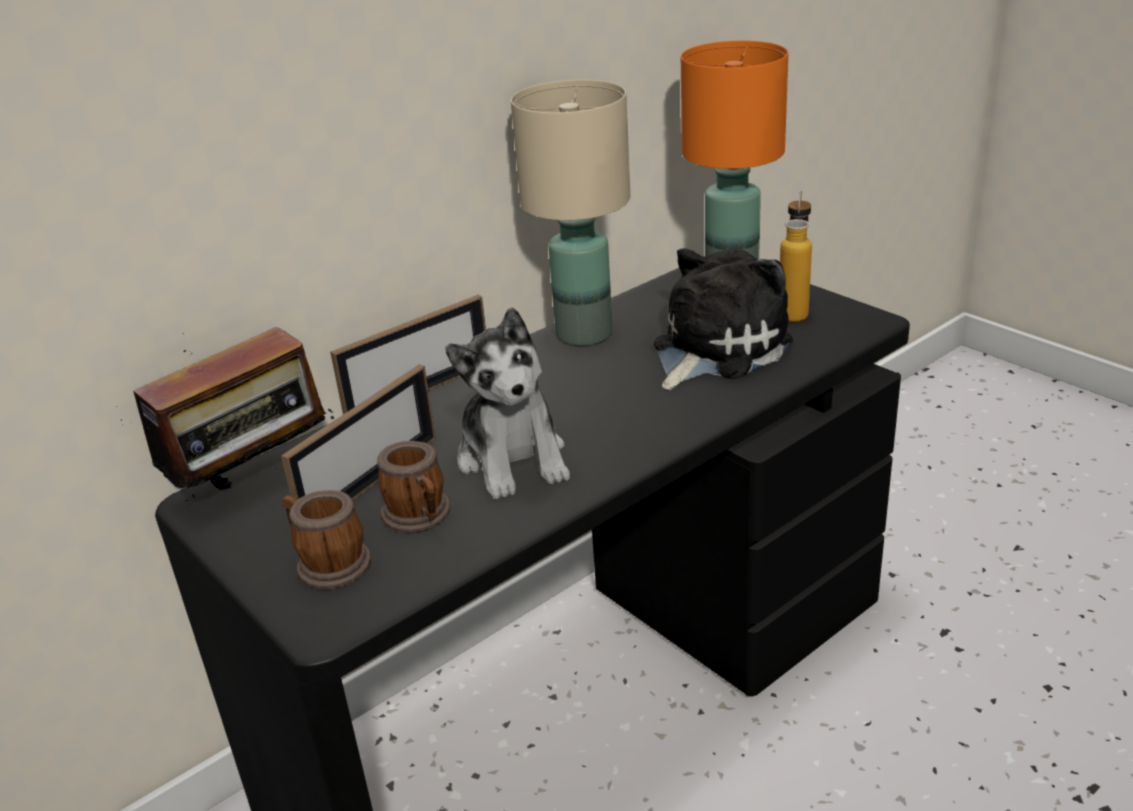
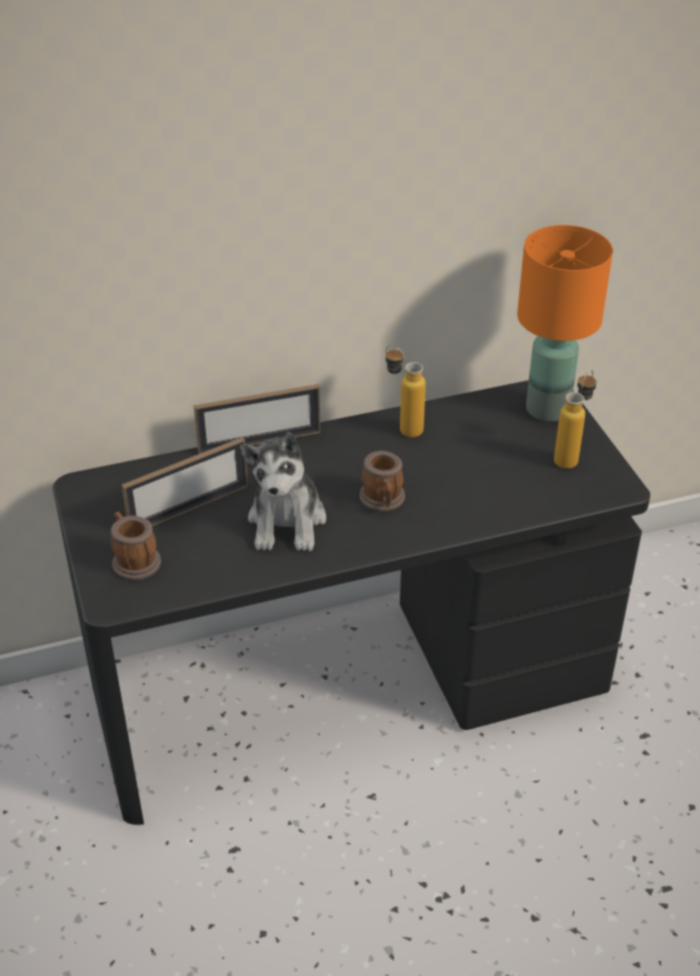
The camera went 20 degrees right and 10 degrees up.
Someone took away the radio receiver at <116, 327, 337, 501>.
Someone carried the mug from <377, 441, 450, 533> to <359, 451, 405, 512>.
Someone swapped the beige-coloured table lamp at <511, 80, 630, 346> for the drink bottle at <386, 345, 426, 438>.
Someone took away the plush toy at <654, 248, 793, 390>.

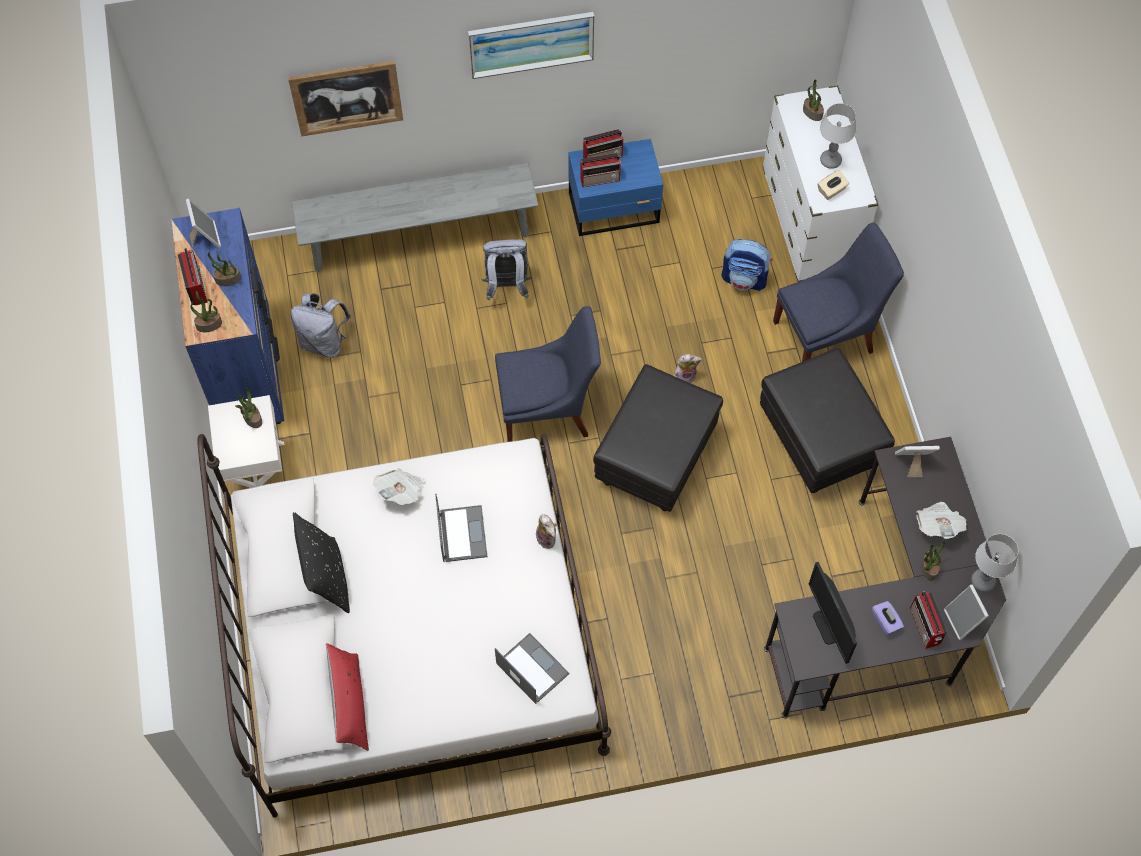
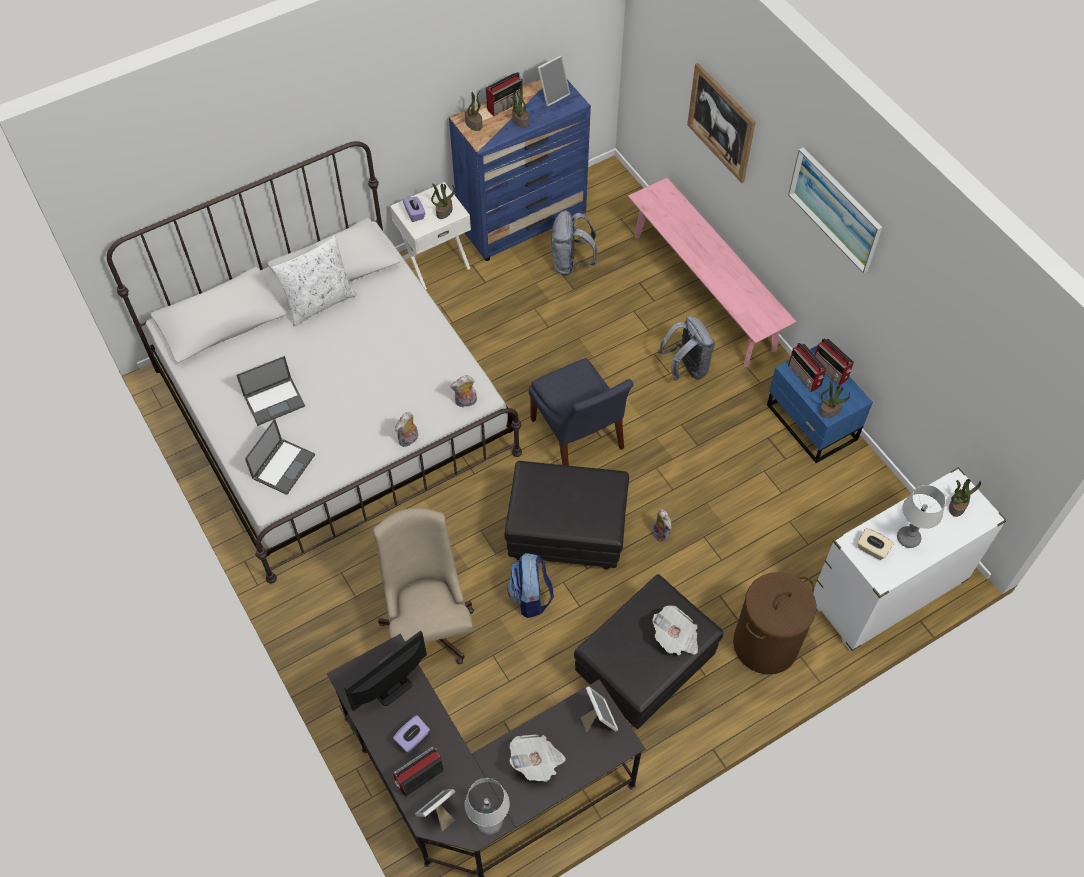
The camera went 70 degrees right and 5 degrees down.
Someone repainted the grey indoor bench at <292, 163, 538, 272>, which became the pink indoor bench at <628, 178, 796, 367>.
Someone repainted the black cushion at <293, 512, 350, 613>, which became the white-coloured cushion at <272, 236, 357, 326>.
Someone took away the red-coloured cushion at <326, 643, 369, 751>.
Someone carried the printed paper from <373, 468, 426, 505> to <652, 605, 698, 655>.
Someone carried the portable computer from <435, 494, 487, 562> to <236, 356, 305, 426>.
Someone carried the backpack from <721, 239, 772, 291> to <507, 553, 554, 618>.
Someone swapped the blue plain chair at <773, 223, 904, 362> for the brown hamper at <733, 572, 817, 674>.
Someone carried the houseplant from <921, 540, 945, 581> to <819, 380, 850, 418>.
Someone put down the beige-coloured office chair at <373, 508, 474, 664>.
Someone put down the purple tissue holder at <403, 196, 426, 222>.
Someone put down the plush toy at <450, 375, 477, 407>.

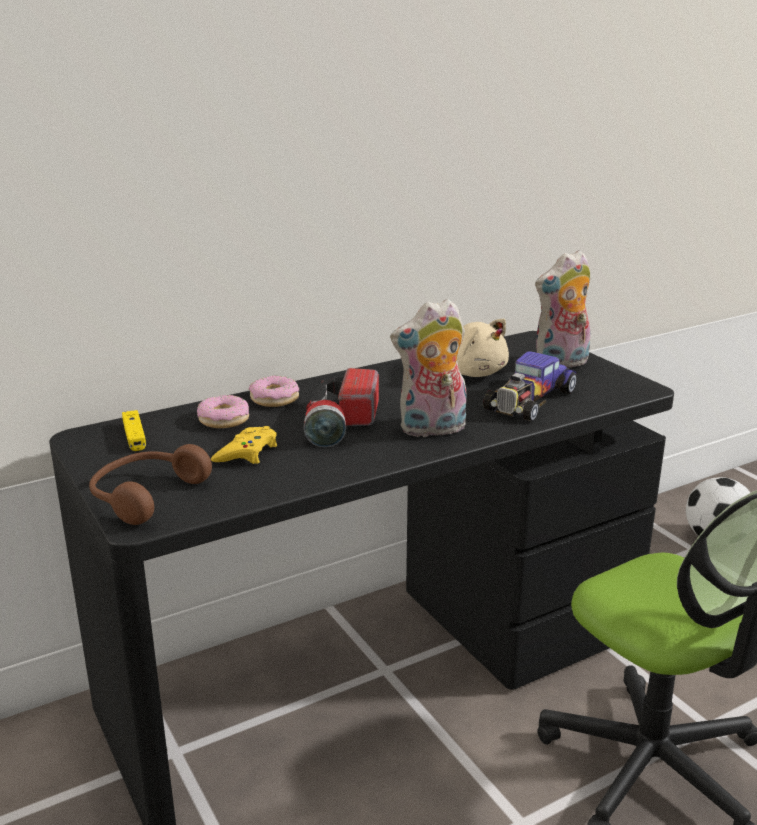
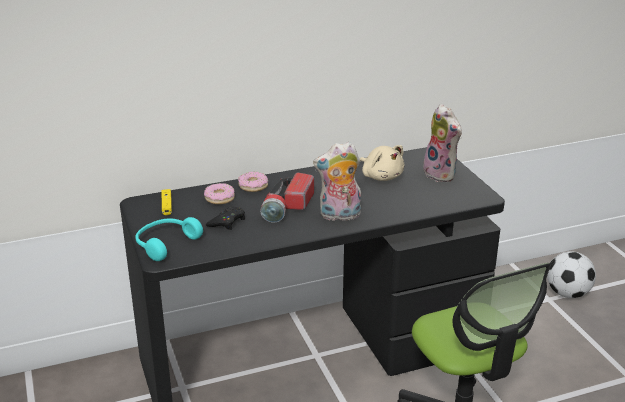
The camera went 10 degrees right and 5 degrees up.
Someone repainted the brown pair of headphones at <89, 444, 212, 525>, which became the blue-green pair of headphones at <135, 217, 203, 261>.
Someone repainted the yellow gamepad at <211, 426, 277, 464>, which became the black gamepad at <206, 207, 245, 230>.
Someone took away the miniature car at <483, 351, 577, 422>.
Someone rotated the plush toy at <535, 250, 590, 368> by 105 degrees counterclockwise.

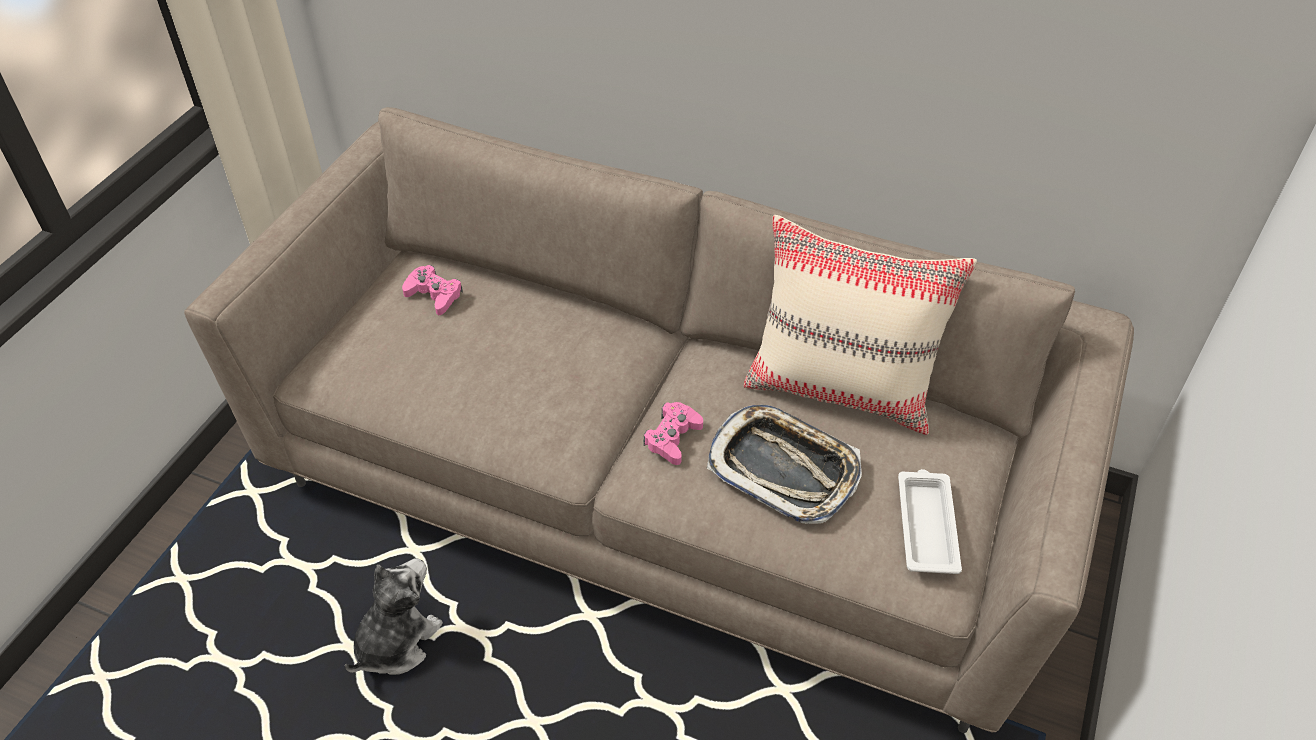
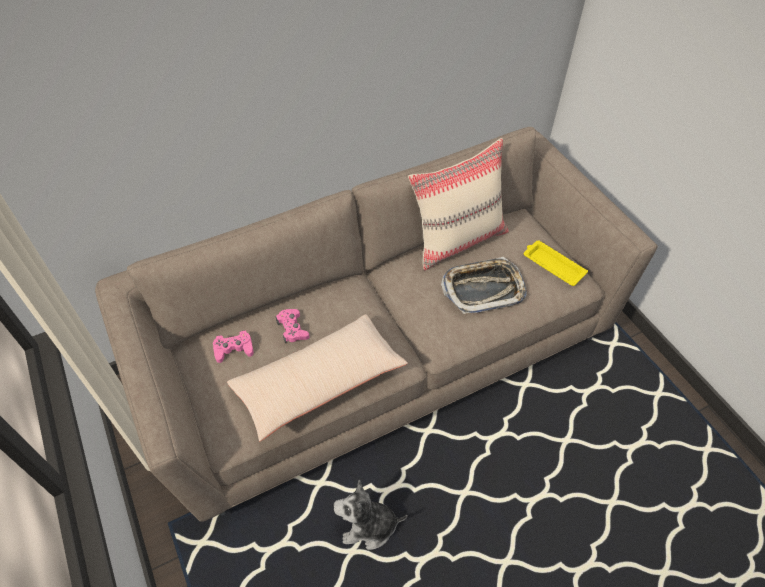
The camera went 50 degrees left and 5 degrees up.
Someone rotated the plush toy at <345, 559, 443, 675> by 75 degrees counterclockwise.
Someone carried the pink gamepad from <643, 402, 703, 465> to <276, 309, 310, 343>.
Someone repainted the white-coloured carrying tray at <898, 469, 962, 574>, which became the yellow carrying tray at <524, 240, 588, 286>.
Someone put down the beige-coloured cushion at <227, 314, 408, 441>.

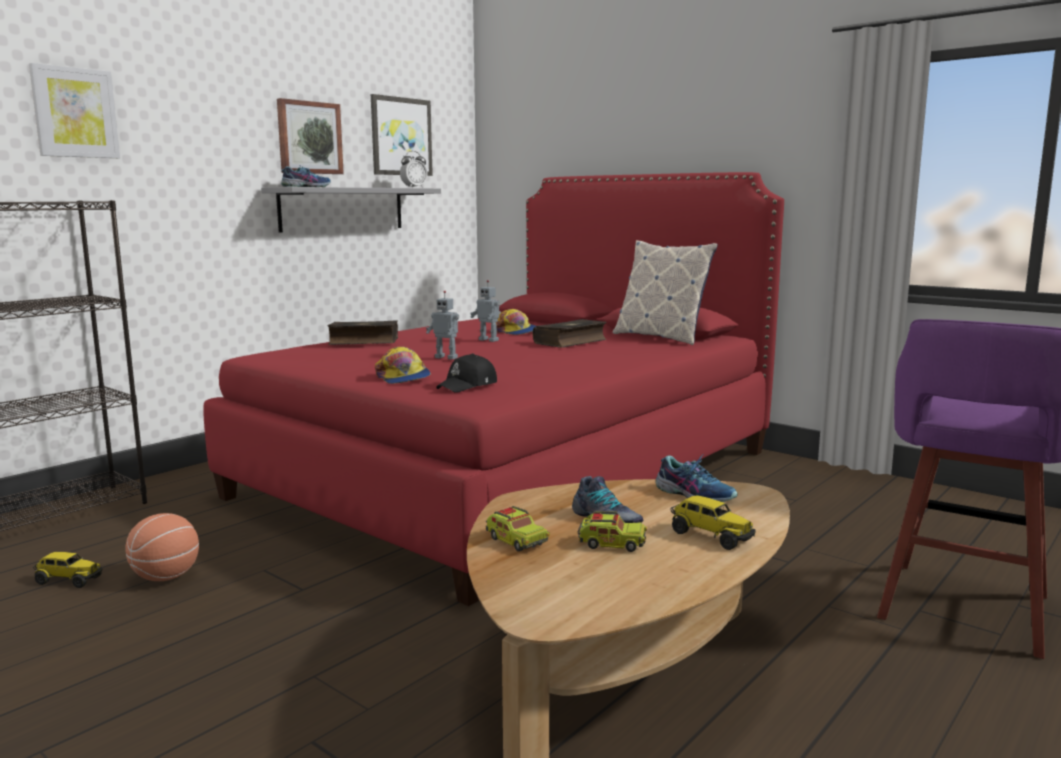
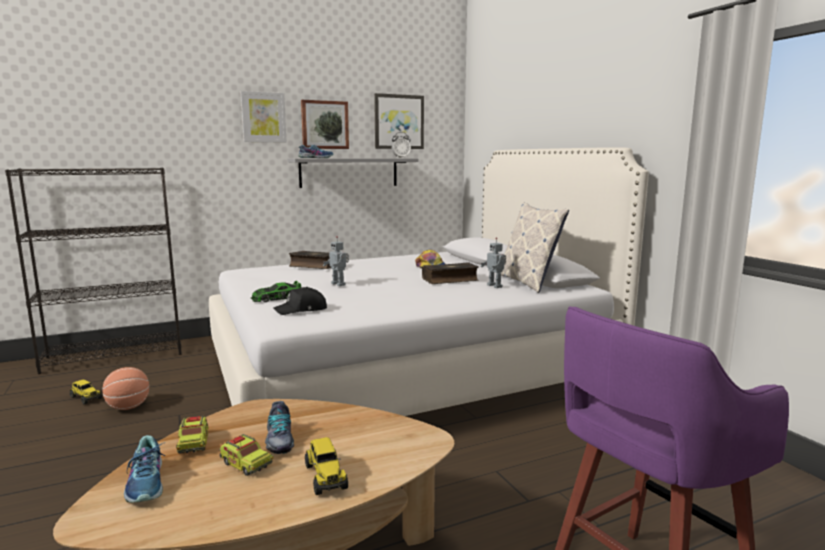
The camera went 25 degrees right and 0 degrees up.
Someone carried the wall art from <29, 63, 120, 158> to <241, 91, 287, 143>.
Someone repainted the red-coloured bed at <203, 172, 784, 606>, which became the white-coloured bed at <209, 147, 649, 416>.
Someone swapped the cap at <375, 347, 431, 384> for the miniature car at <250, 281, 302, 302>.
Someone carried the toy robot from <470, 280, 500, 342> to <480, 238, 506, 288>.
Someone carried the item of footwear from <655, 454, 738, 502> to <124, 435, 165, 503>.

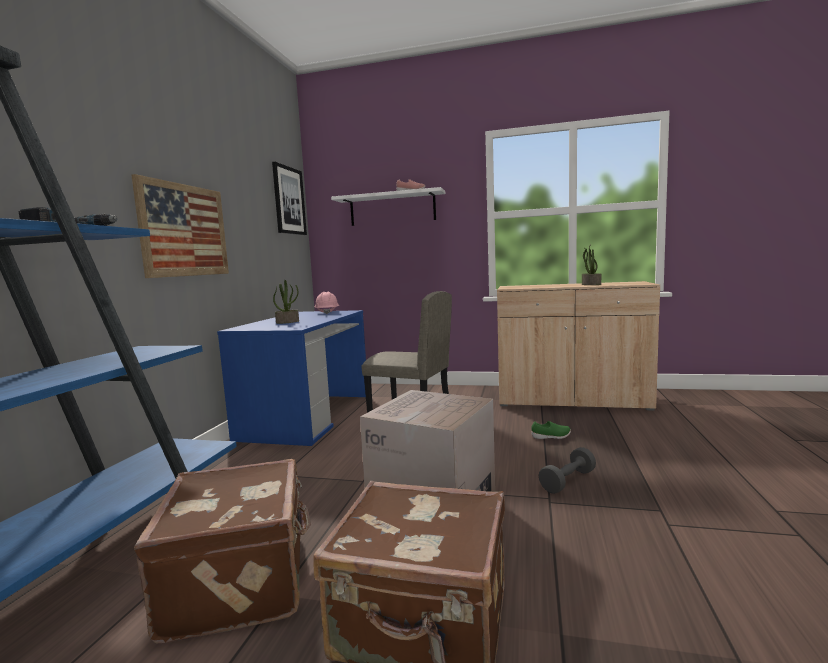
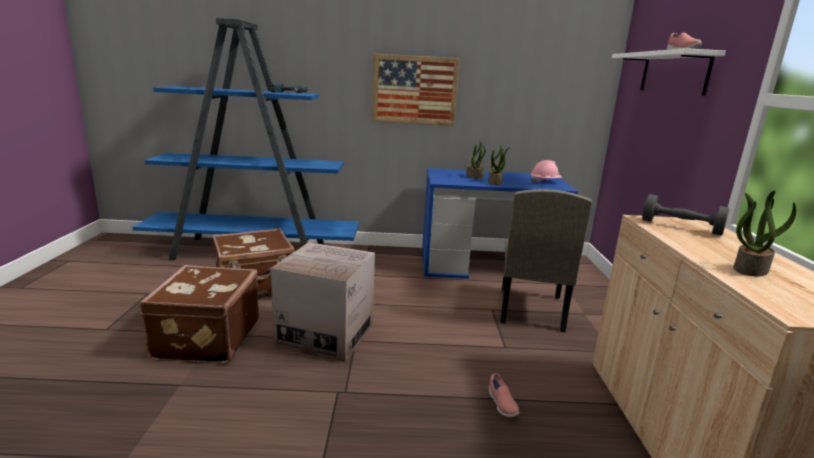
The camera went 75 degrees right and 10 degrees up.
Someone took away the wall art at <272, 162, 307, 235>.
Someone repainted the green item of footwear at <531, 421, 571, 439>, which became the pink item of footwear at <489, 373, 520, 417>.
Someone carried the grey free weight from <539, 447, 596, 494> to <642, 194, 729, 235>.
Someone put down the houseplant at <488, 144, 509, 185>.

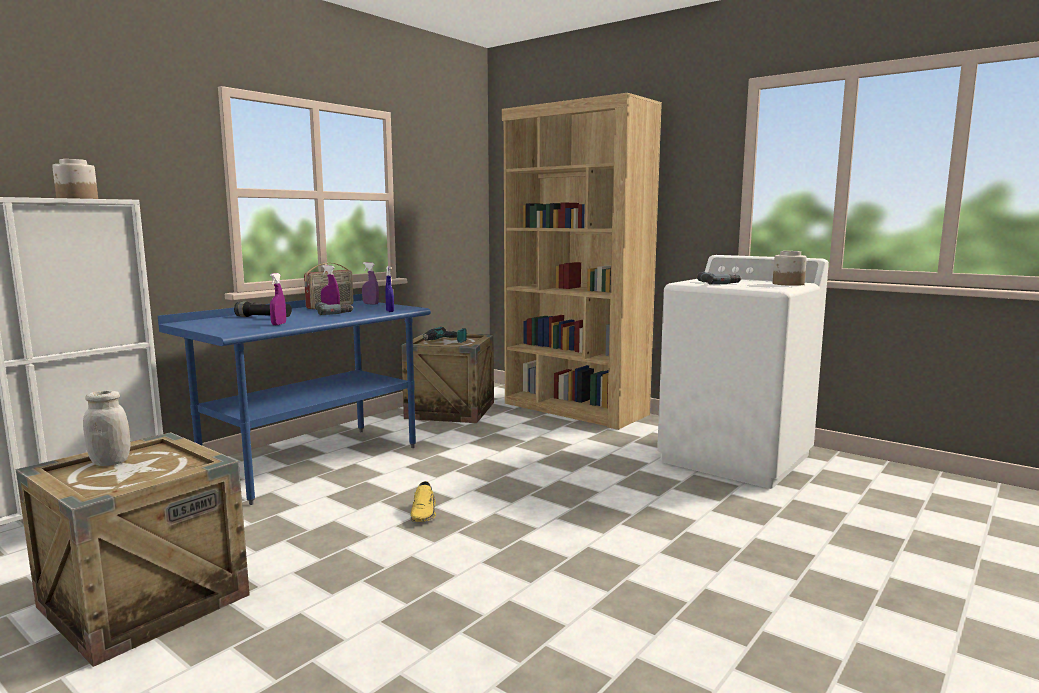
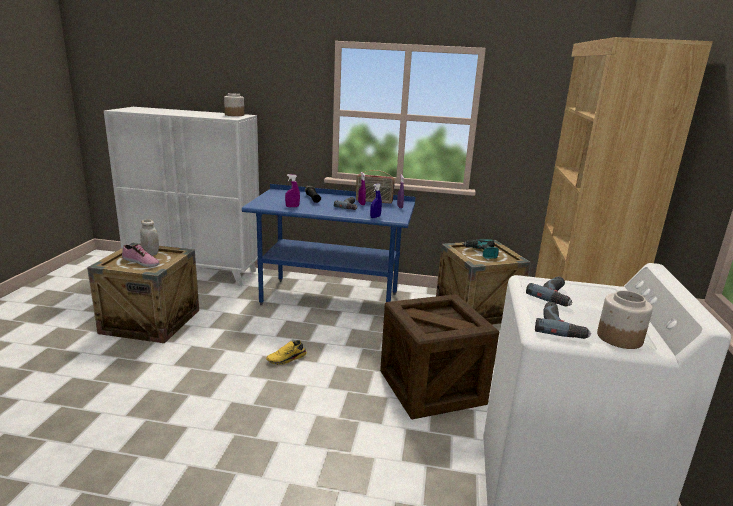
The camera went 60 degrees right and 10 degrees up.
Someone put down the item of footwear at <122, 244, 159, 267>.
Someone put down the packing crate at <380, 294, 499, 419>.
Someone put down the power drill at <535, 302, 591, 339>.

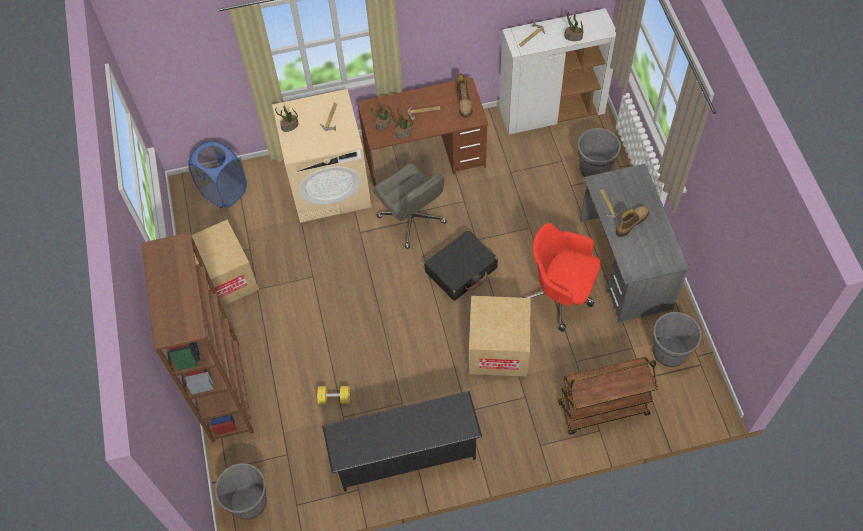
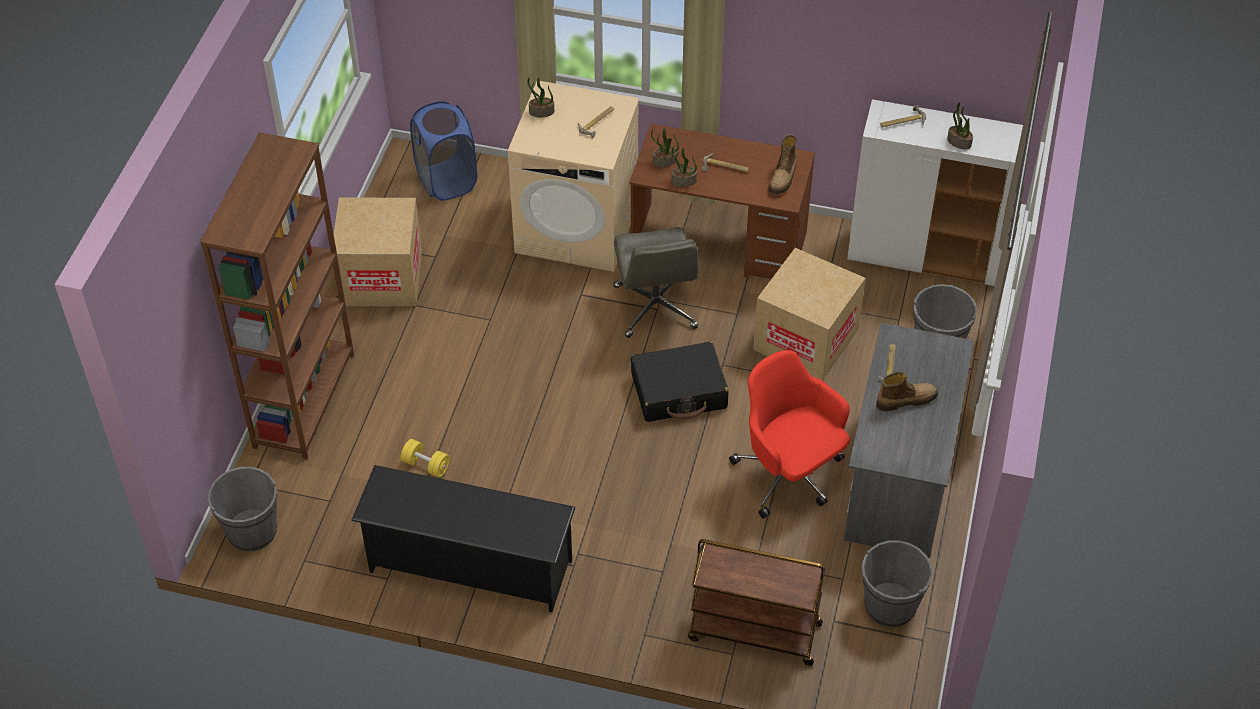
The camera went 25 degrees right and 10 degrees down.
Someone carried the cardboard box from <469, 296, 531, 377> to <753, 248, 866, 381>.

